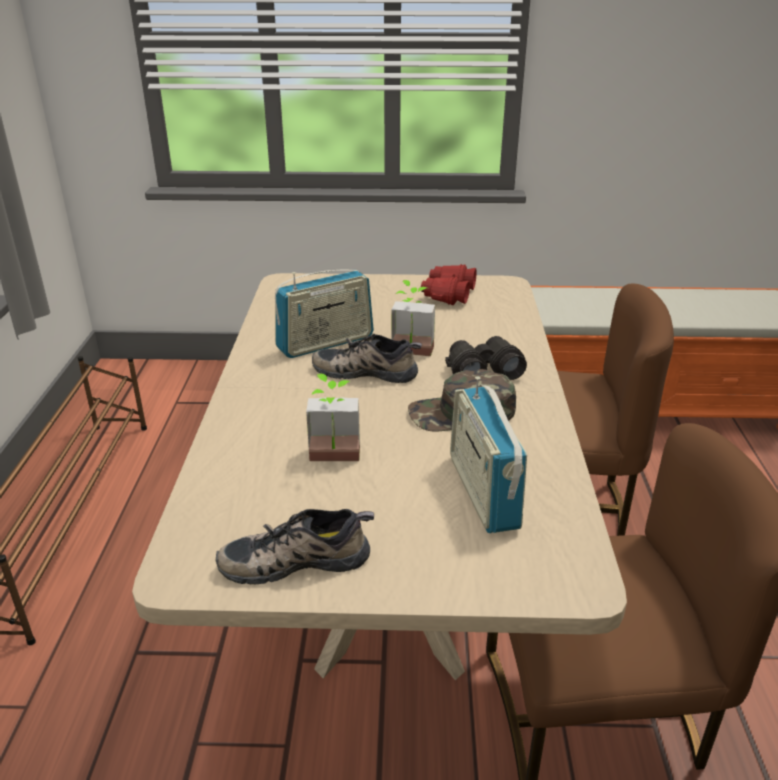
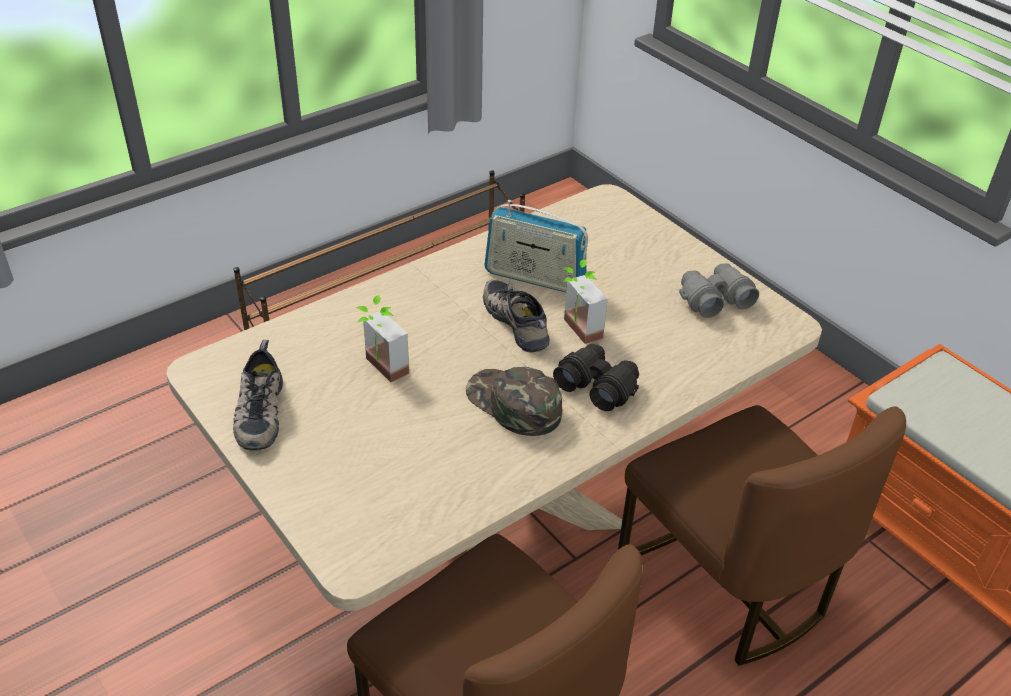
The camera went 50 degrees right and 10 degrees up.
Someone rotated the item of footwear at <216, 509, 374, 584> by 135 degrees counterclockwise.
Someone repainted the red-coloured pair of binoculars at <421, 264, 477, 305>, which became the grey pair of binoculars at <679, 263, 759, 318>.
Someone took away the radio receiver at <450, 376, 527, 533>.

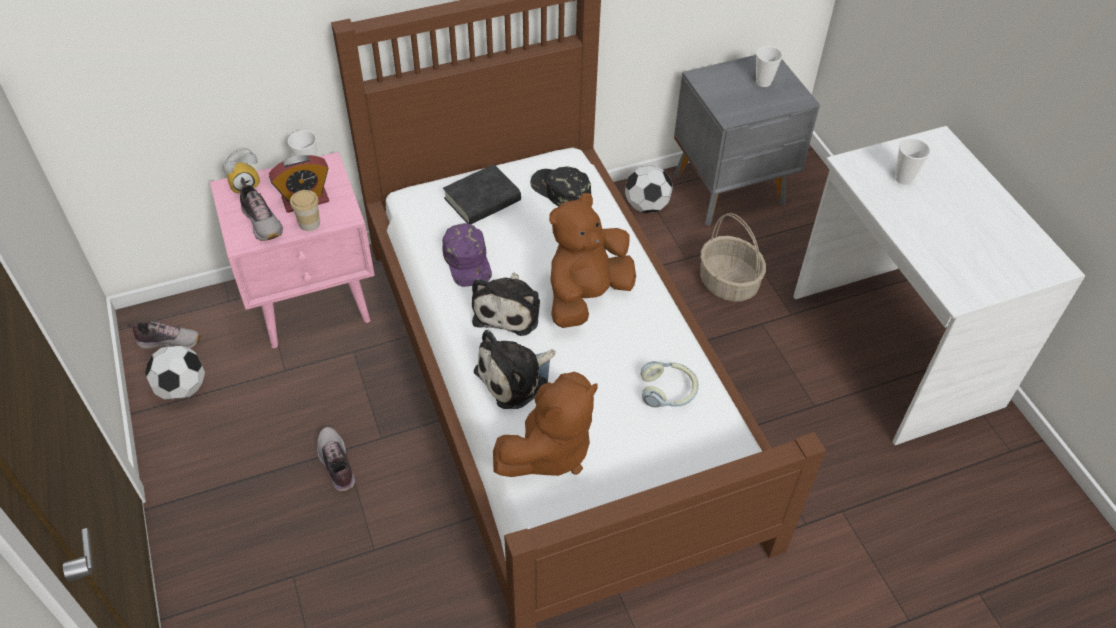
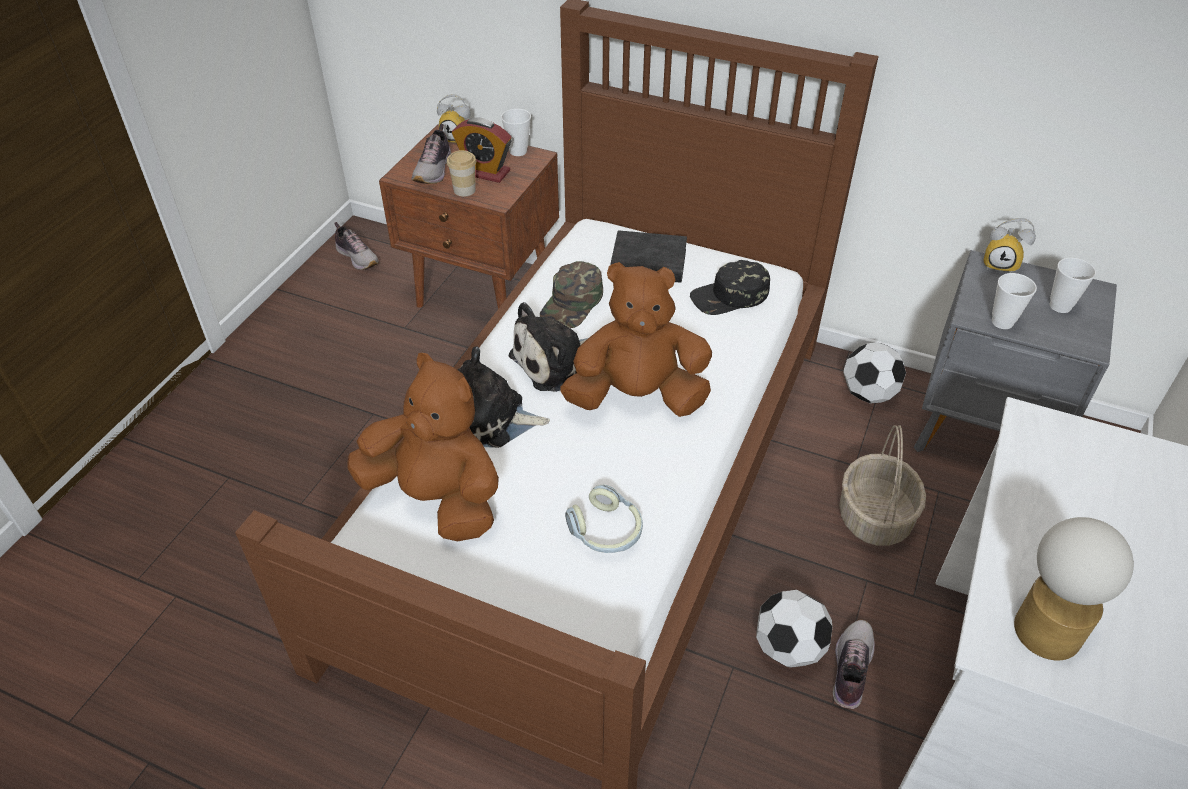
The camera went 45 degrees right and 5 degrees down.
Someone carried the football ball from <145, 346, 205, 400> to <756, 590, 832, 668>.
Someone repainted the pink night table at <210, 152, 375, 348>, which became the brown night table at <379, 124, 559, 309>.
Someone carried the item of footwear from <317, 427, 355, 491> to <832, 620, 875, 709>.
Someone repainted the purple cap at <442, 223, 492, 287>, which became the green cap at <540, 261, 603, 328>.
Someone rotated the brown plush toy at <493, 372, 598, 477> by 150 degrees counterclockwise.
Someone rotated the black cap at <530, 166, 591, 206> by 105 degrees counterclockwise.
Someone carried the small cup from <895, 138, 930, 185> to <992, 273, 1037, 329>.
Someone put down the table clock at <984, 218, 1036, 273>.
Someone put down the table lamp at <1014, 517, 1134, 661>.

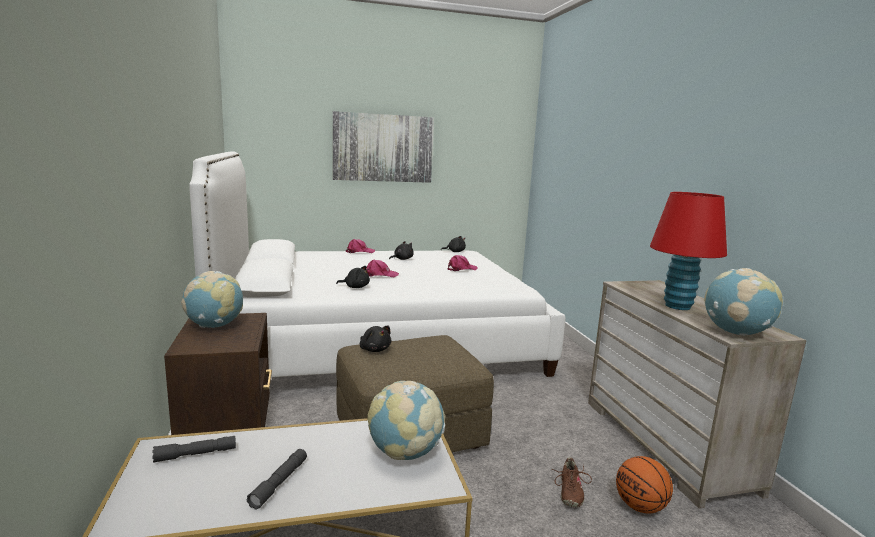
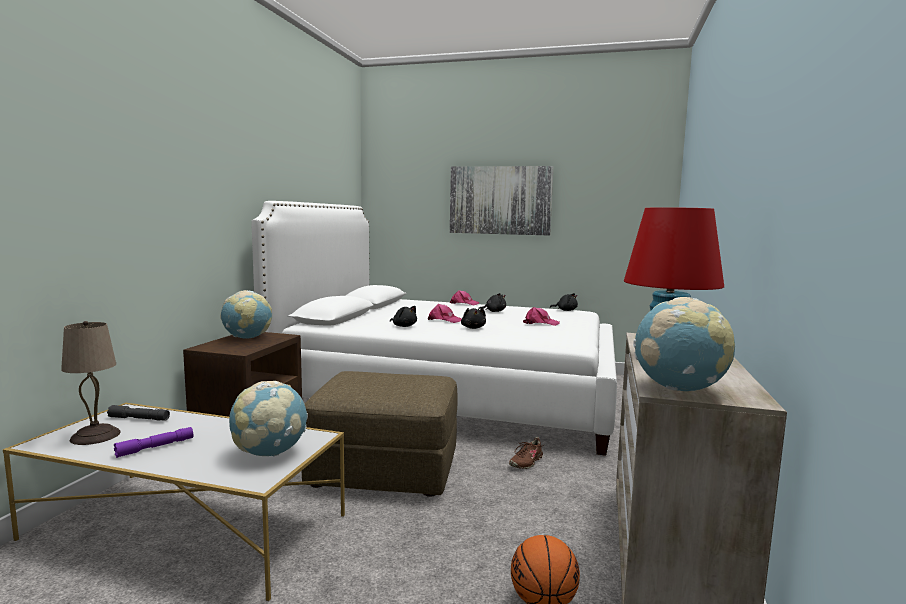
The camera went 30 degrees right and 5 degrees down.
Someone repainted the grey flashlight at <247, 449, 307, 509>, which became the purple flashlight at <114, 427, 193, 458>.
Someone carried the black plush toy from <360, 326, 391, 352> to <461, 308, 486, 329>.
Someone carried the brown item of footwear from <551, 457, 592, 507> to <509, 437, 545, 469>.
Someone put down the beige-coloured table lamp at <61, 321, 121, 445>.

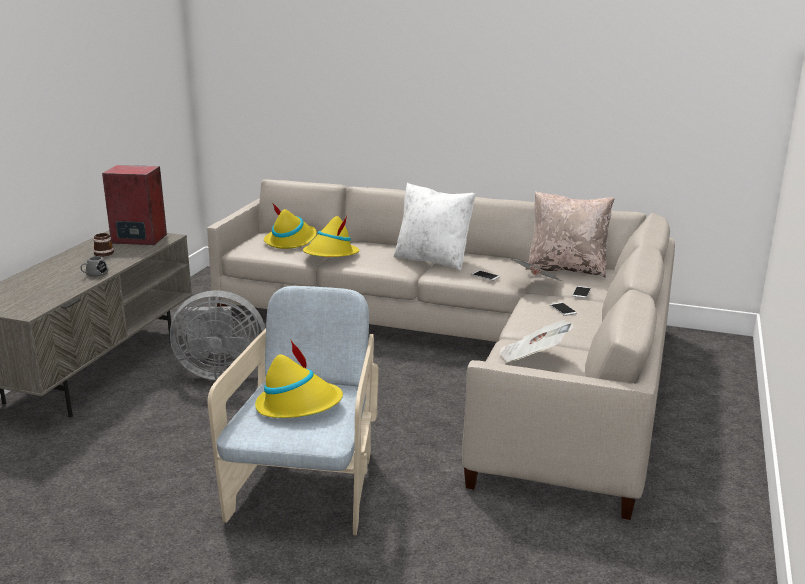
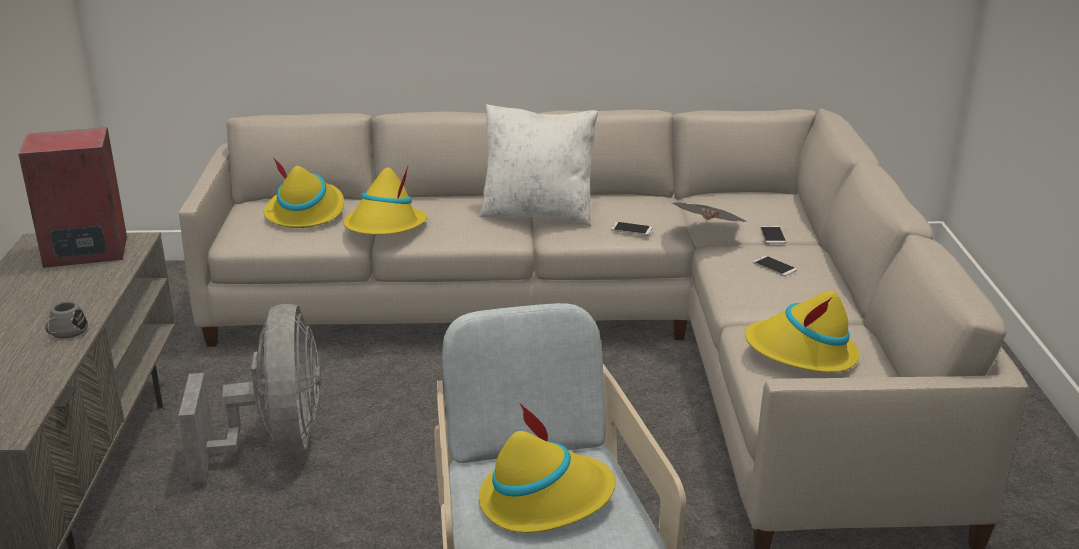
The camera went 20 degrees left and 5 degrees up.
Someone took away the mug at <93, 233, 114, 257>.
Someone rotated the grey cooling fan at <170, 290, 265, 380> by 75 degrees counterclockwise.
Someone swapped the printed paper at <500, 320, 574, 363> for the yellow hat at <745, 291, 859, 372>.
Someone took away the beige-coloured cushion at <525, 191, 615, 278>.

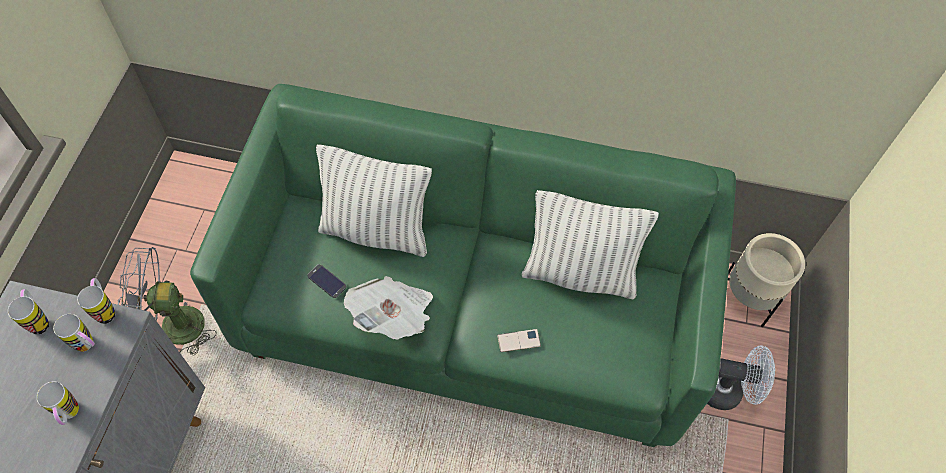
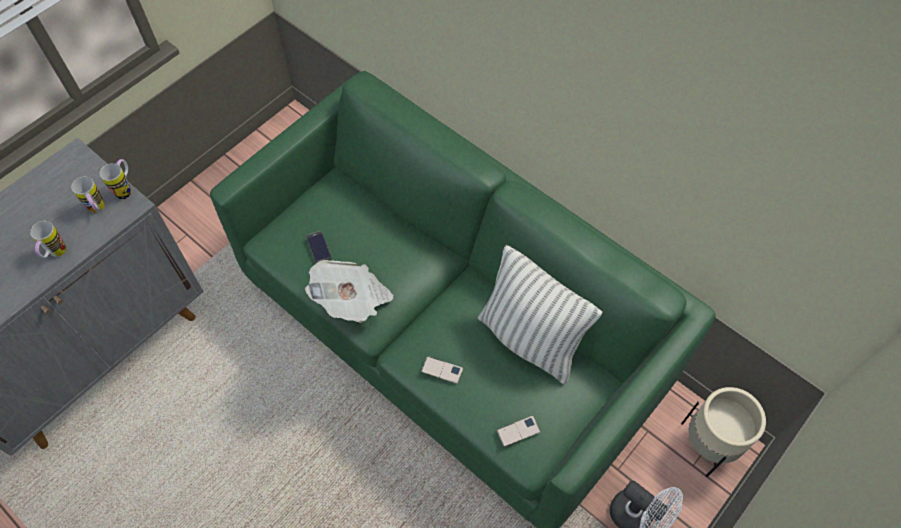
The camera went 30 degrees right and 0 degrees up.
Someone took away the mug at <8, 289, 49, 335>.
Someone took away the grey cooling fan at <118, 247, 216, 356>.
Someone took away the cushion at <316, 144, 432, 257>.
Someone put down the handset at <497, 416, 541, 447>.

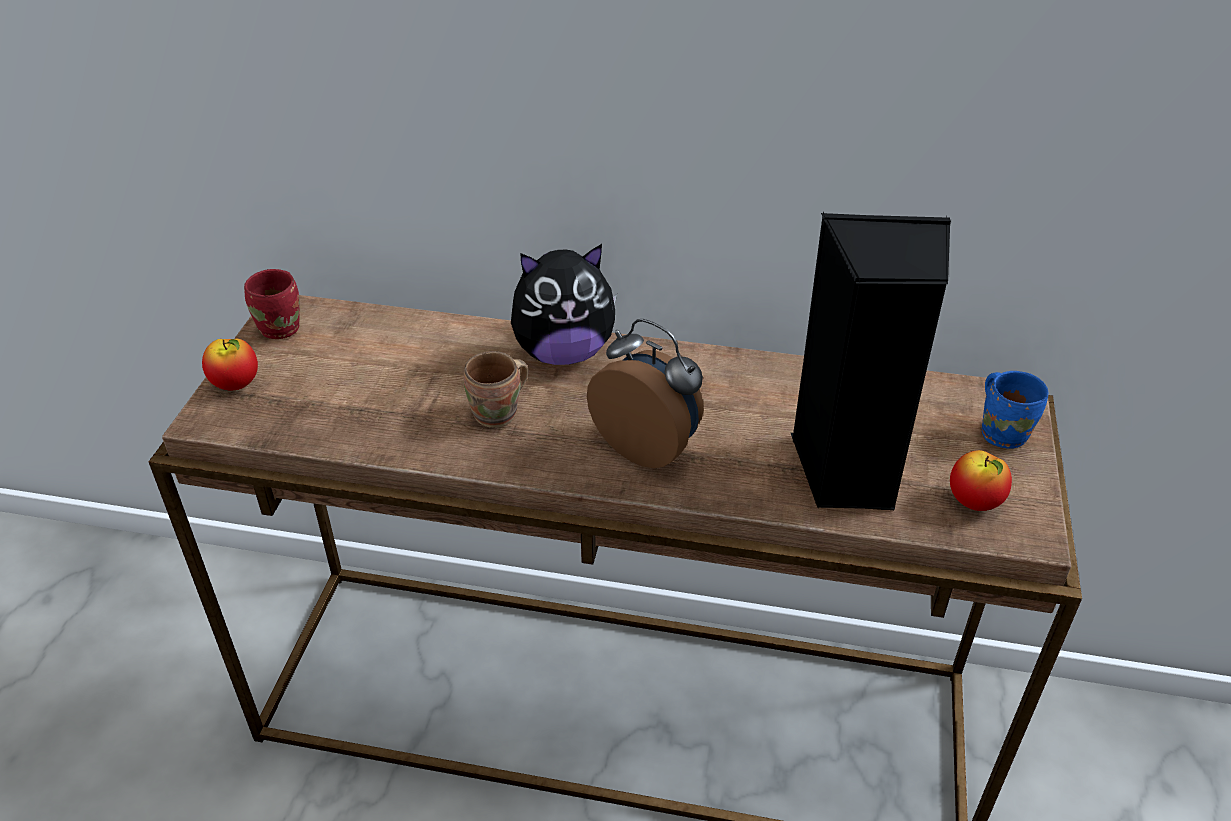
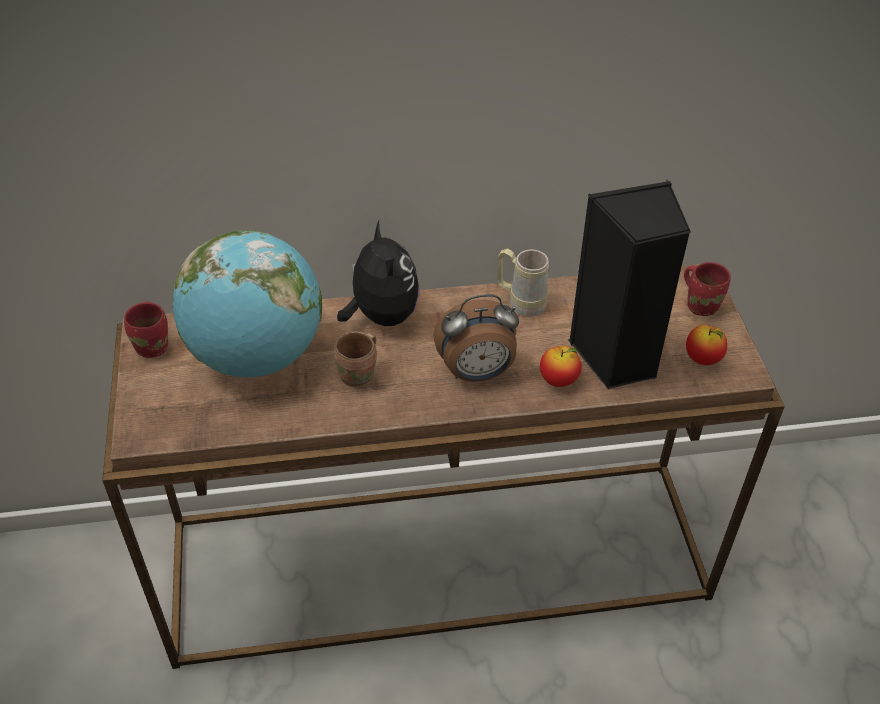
The camera went 20 degrees left and 5 degrees up.
Someone carried the apple fruit from <202, 339, 258, 390> to <540, 346, 582, 387>.
Someone rotated the plush toy at <511, 244, 617, 365> by 75 degrees counterclockwise.
Someone rotated the table clock at <587, 319, 704, 468> by 150 degrees clockwise.
Someone repainted the blue mug at <982, 371, 1048, 449>, which became the red-coloured mug at <684, 262, 731, 316>.
Someone put down the world globe at <173, 230, 322, 378>.
Someone put down the beige-coloured mug at <497, 248, 549, 317>.

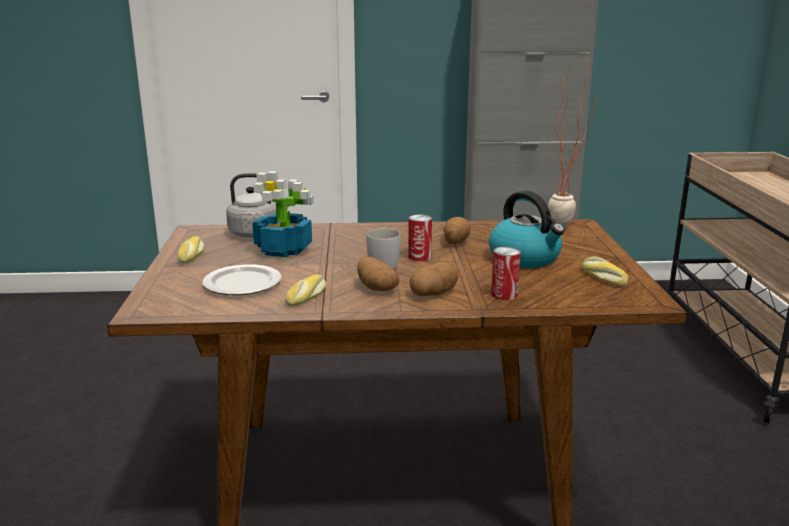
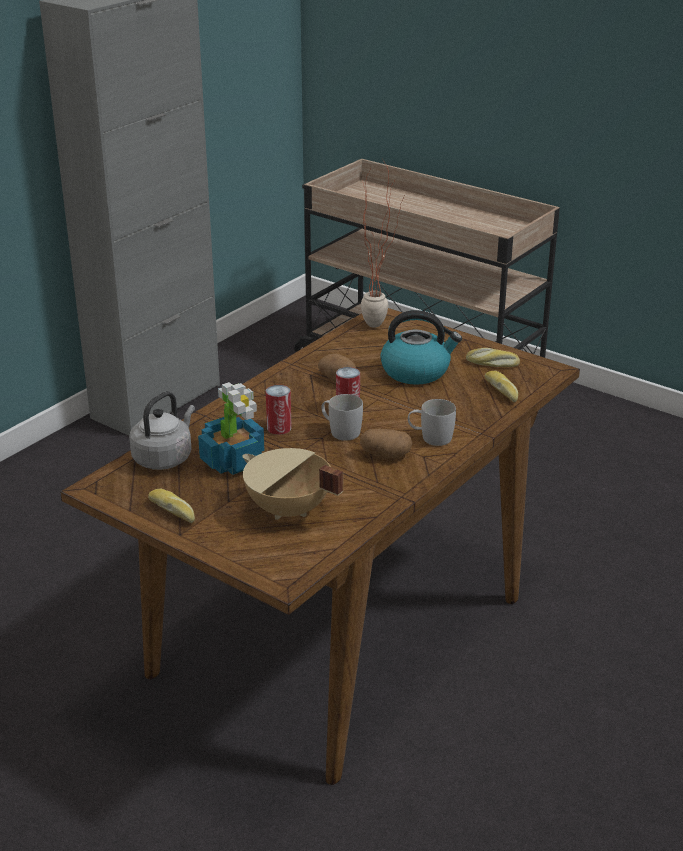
The camera went 50 degrees left and 10 degrees up.
Someone swapped the plate at <203, 264, 282, 295> for the beige-coloured stockpot at <242, 448, 343, 520>.
Someone carried the baked bread from <285, 275, 326, 306> to <484, 371, 518, 402>.
Someone swapped the whole potato at <409, 263, 458, 296> for the white-coloured mug at <408, 399, 456, 446>.
Someone carried the metal can from <491, 247, 521, 300> to <266, 385, 292, 435>.

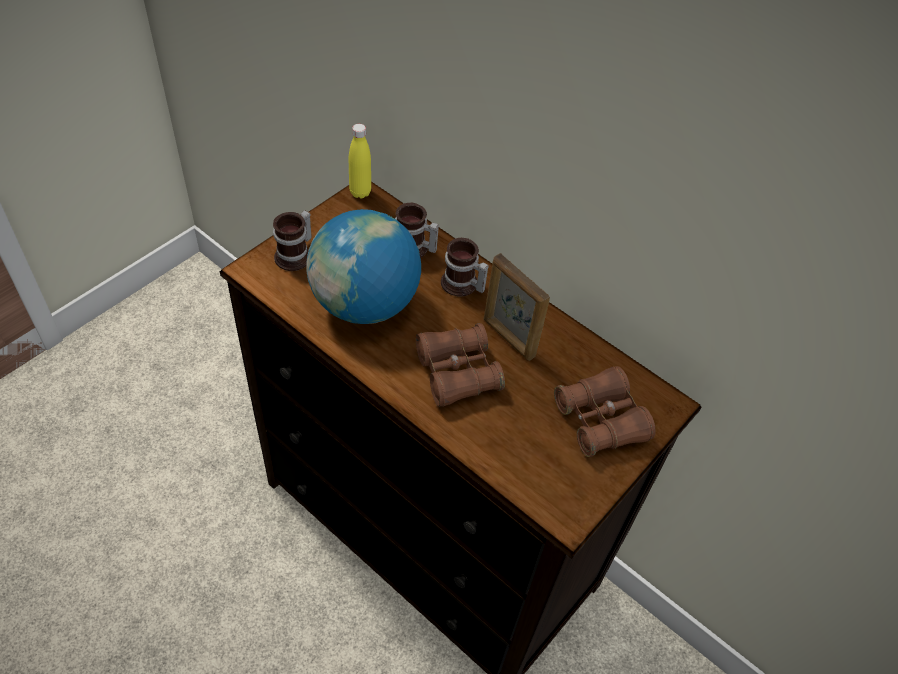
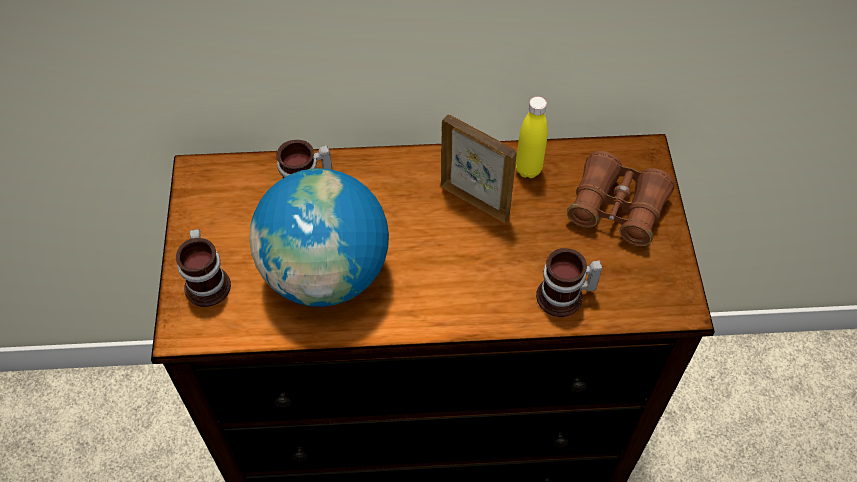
The camera went 40 degrees left and 5 degrees up.
Someone carried the yellow drink bottle from <349, 124, 371, 198> to <516, 96, 548, 178>.
Someone took away the brown pair of binoculars at <416, 323, 505, 407>.
Someone carried the mug from <441, 238, 489, 297> to <536, 248, 603, 317>.
Someone rotated the standing frame at <484, 253, 550, 361> by 150 degrees counterclockwise.

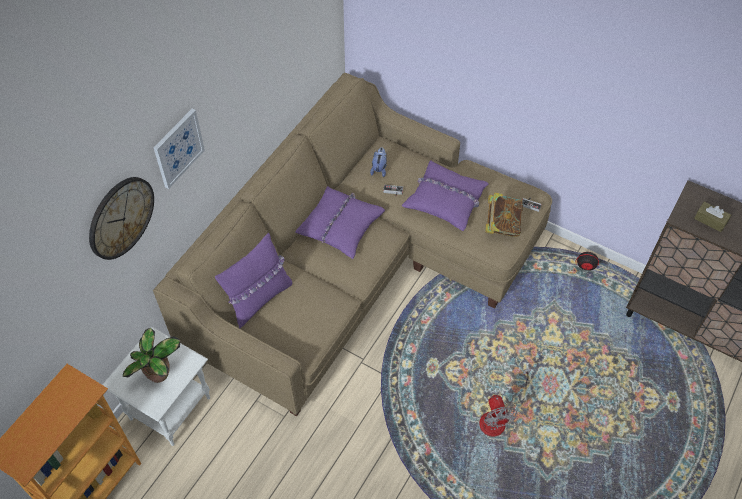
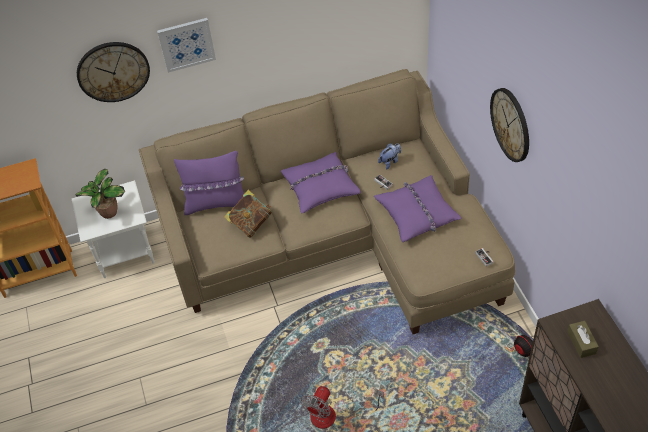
The camera went 45 degrees right and 5 degrees down.
Someone carried the book from <485, 192, 523, 237> to <224, 190, 272, 238>.
Someone put up the hanging clock at <490, 88, 529, 162>.

